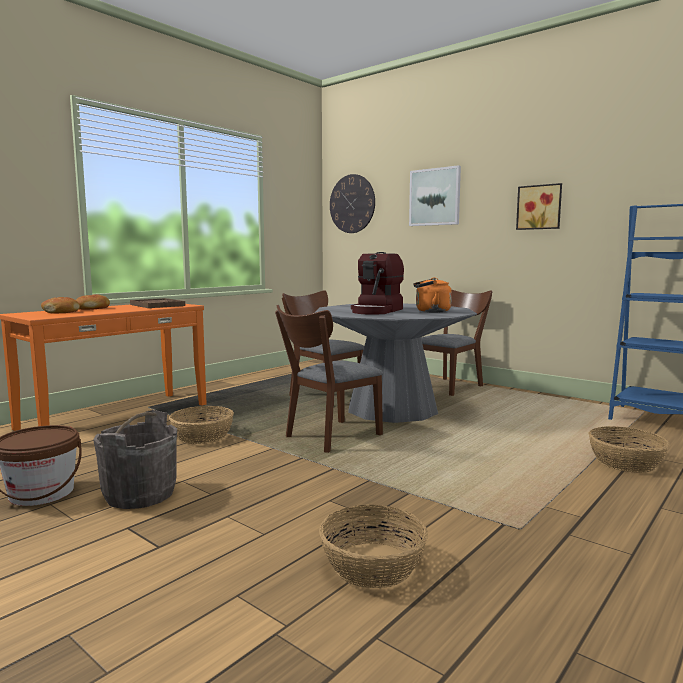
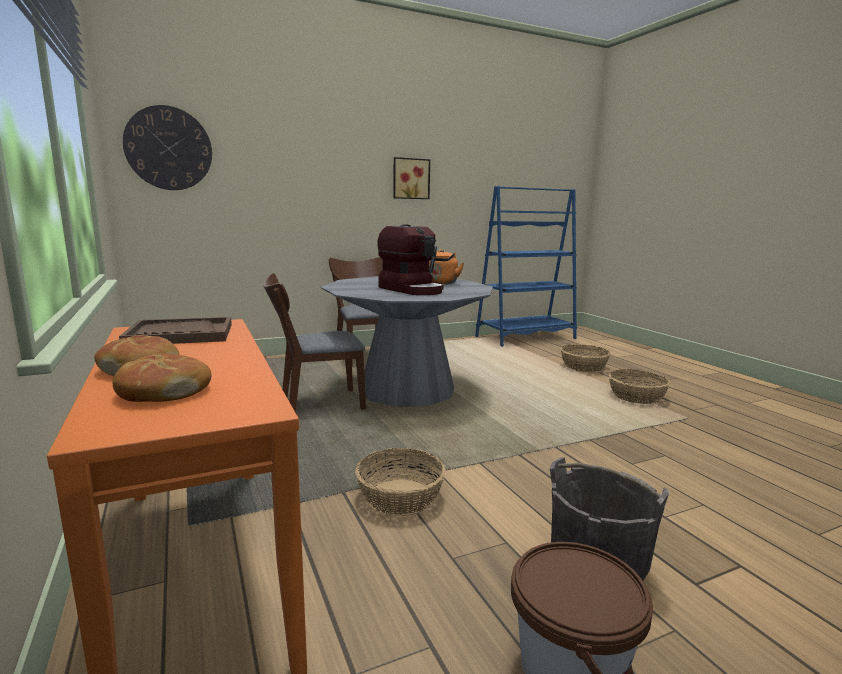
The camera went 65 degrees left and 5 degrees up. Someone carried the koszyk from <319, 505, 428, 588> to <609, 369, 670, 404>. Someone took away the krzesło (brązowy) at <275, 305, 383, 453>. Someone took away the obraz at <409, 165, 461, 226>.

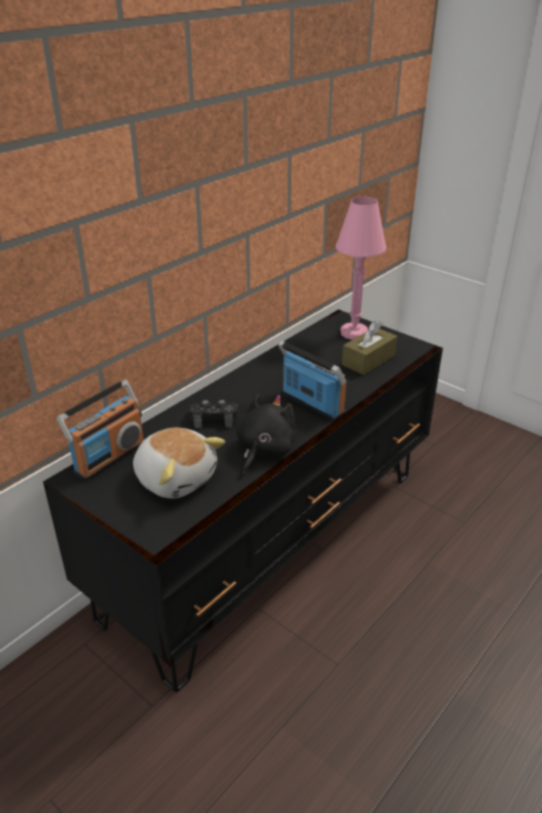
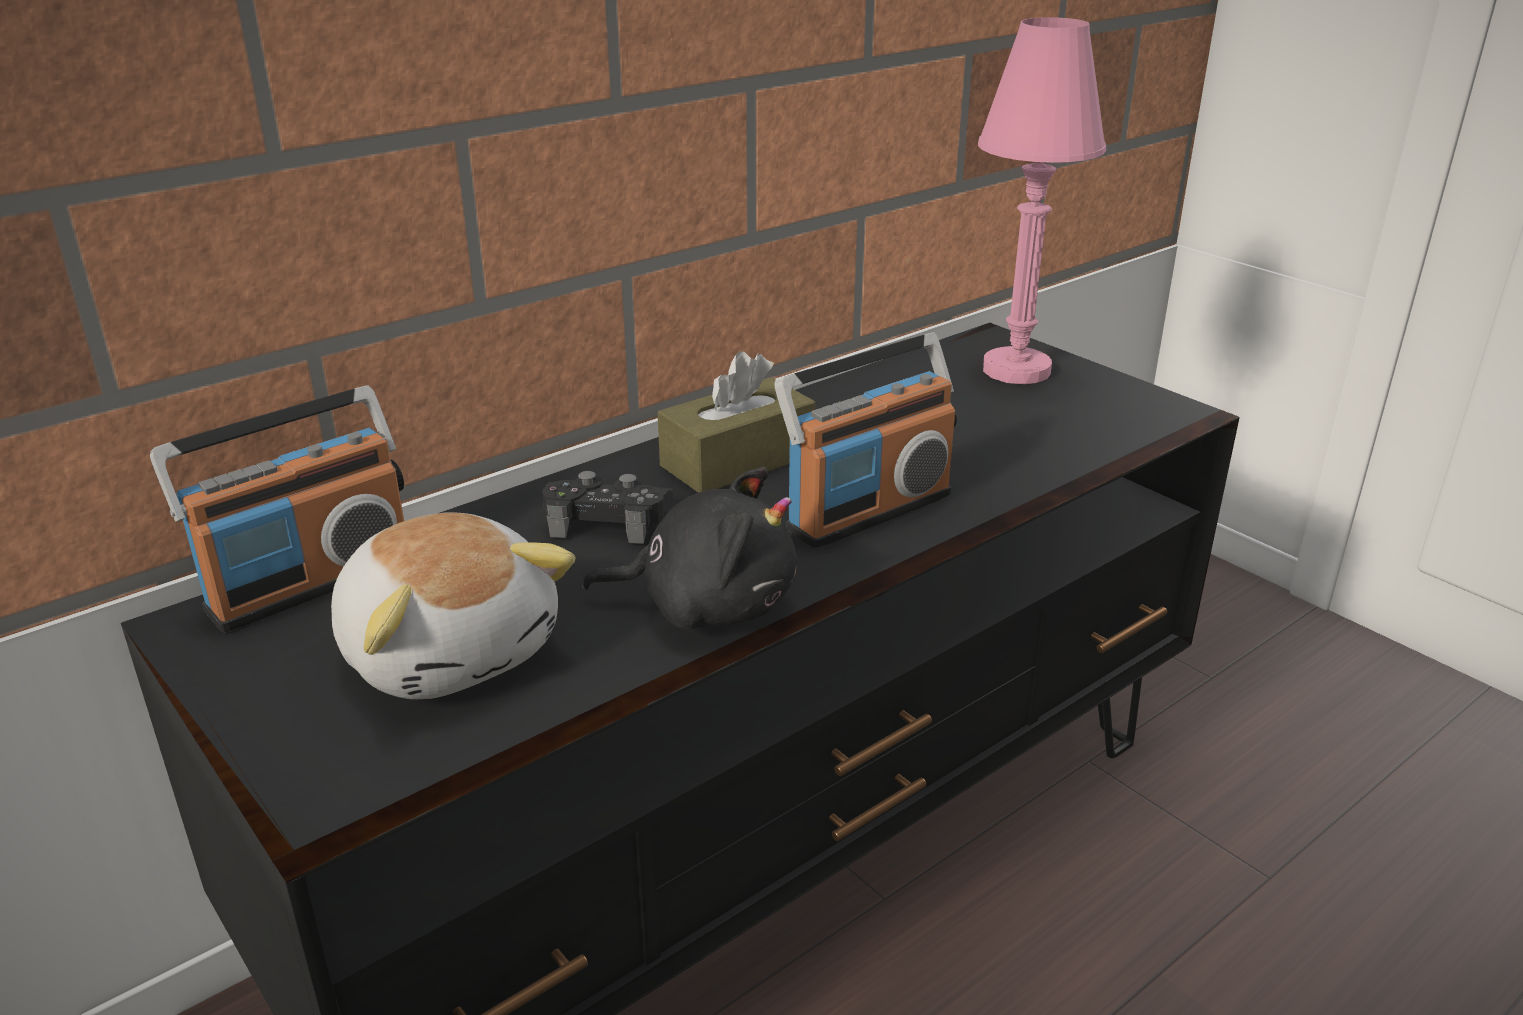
The camera went 10 degrees right and 5 degrees down. Someone rotated the pluszak (czarny) at <236, 394, 296, 473> by 60 degrees clockwise. Someone carried the pudełko chusteczek (brązowy) from <342, 321, 397, 375> to <658, 351, 815, 493>. Someone rotated the radio at <278, 340, 346, 421> by 90 degrees clockwise.

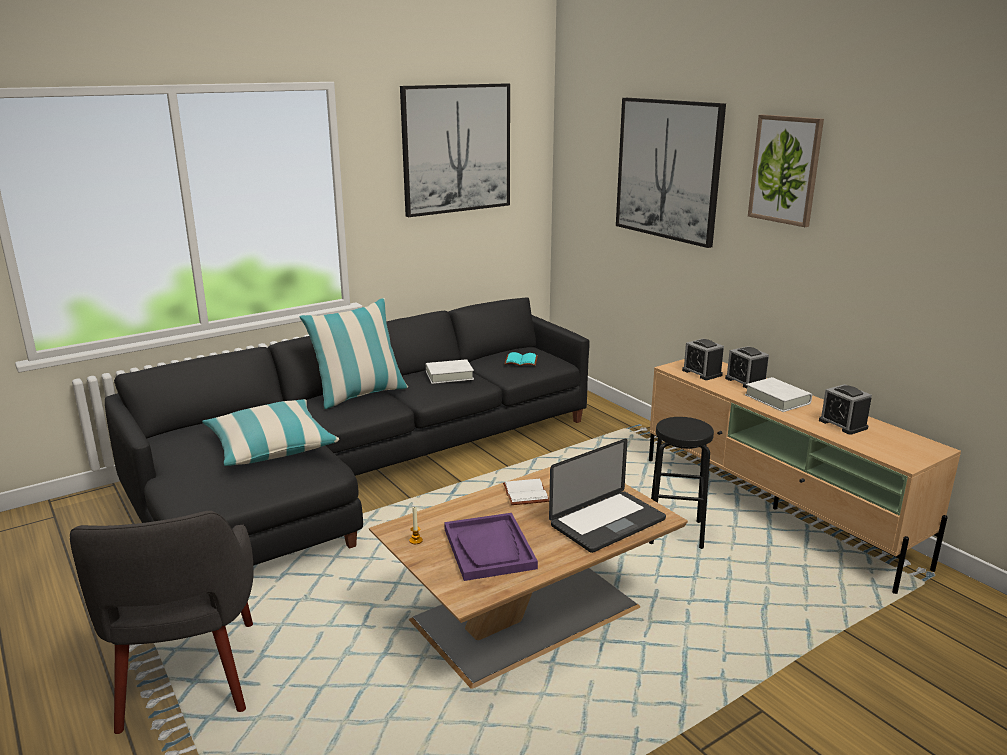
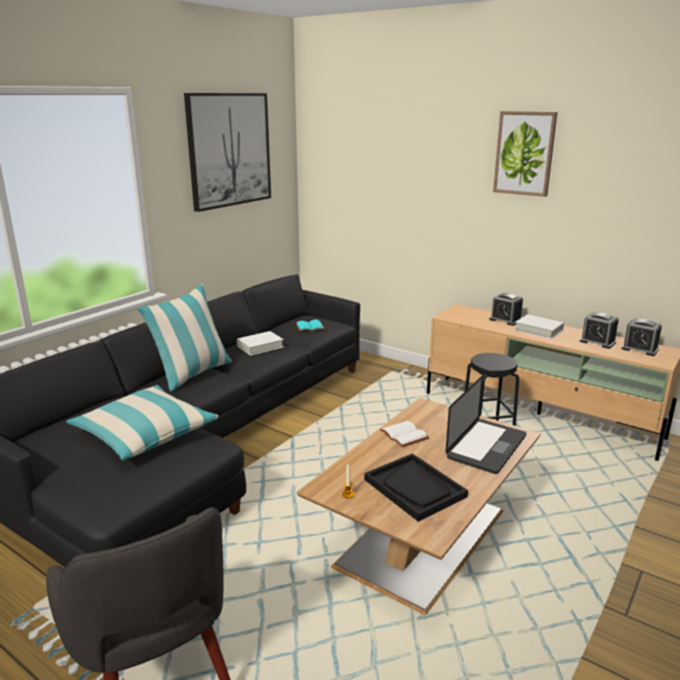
The camera went 20 degrees left and 0 degrees up. Someone repainted the taca (fioletowy) at <444, 513, 538, 581>, which became the taca (czarny) at <365, 453, 468, 522>. Someone carried the budzik from <682, 338, 724, 380> to <622, 318, 662, 356>. Someone took away the obraz at <616, 98, 726, 248>.

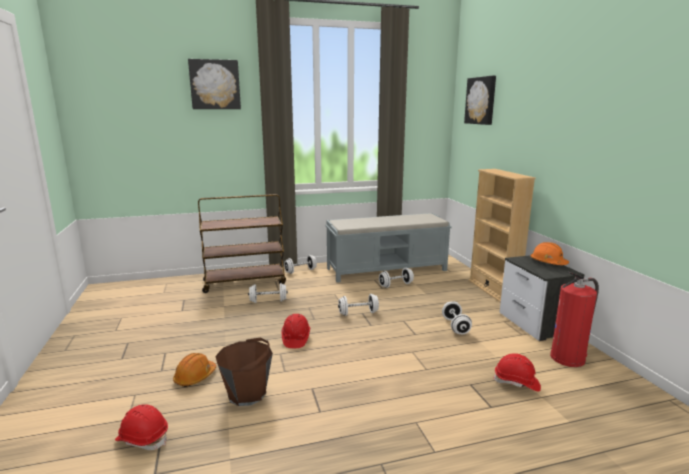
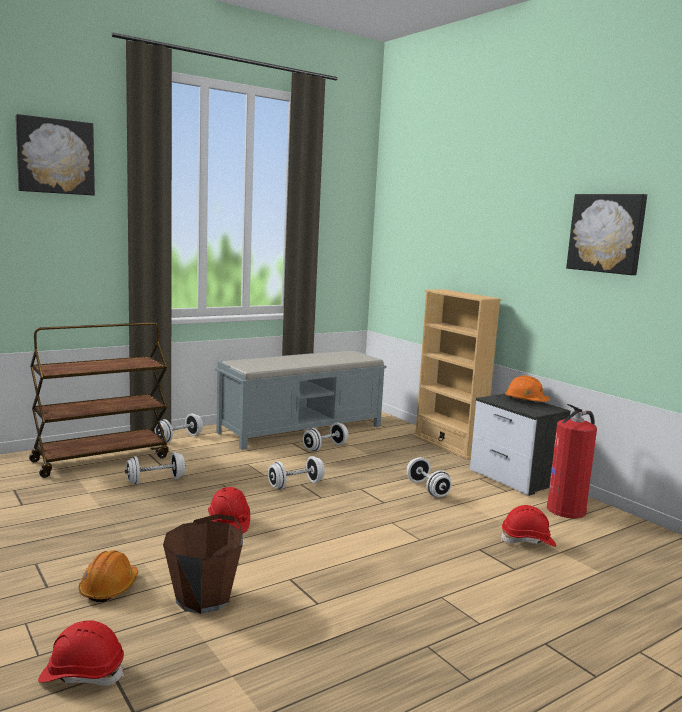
The camera went 20 degrees left and 5 degrees down. Someone carried the obraz from <464, 76, 496, 125> to <566, 194, 647, 275>.

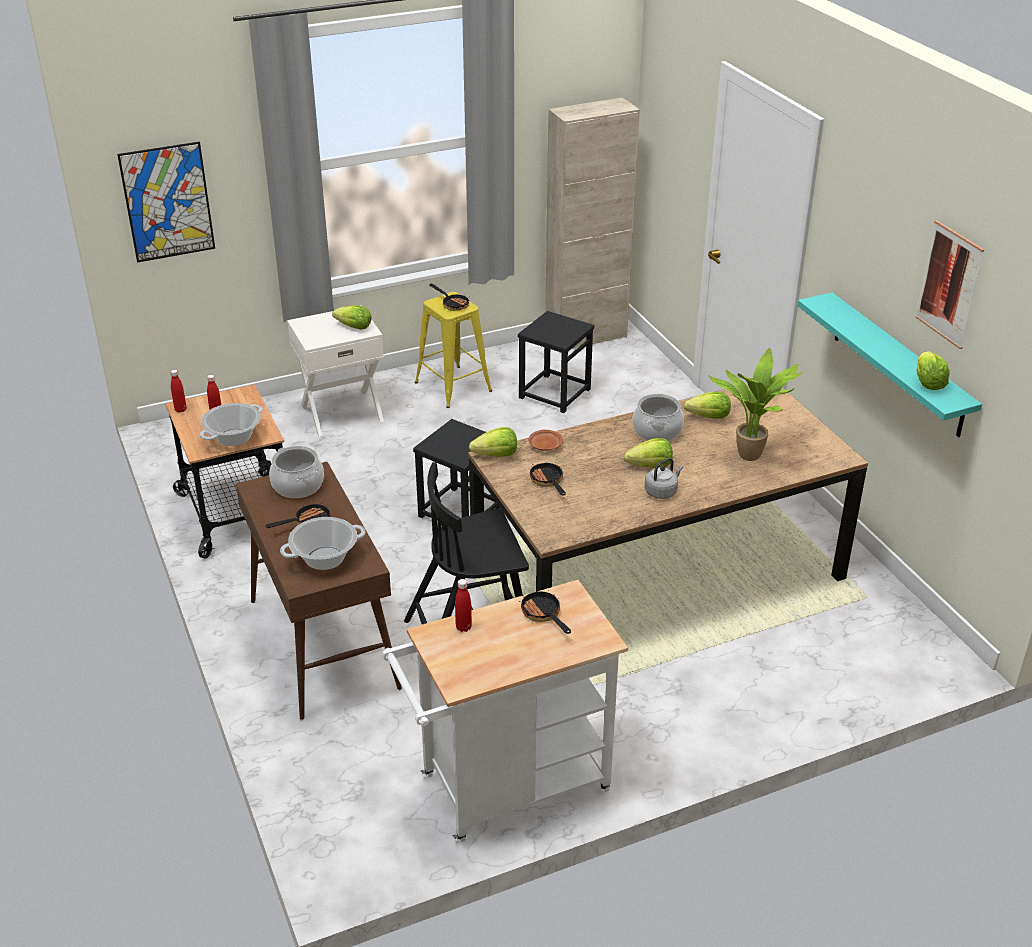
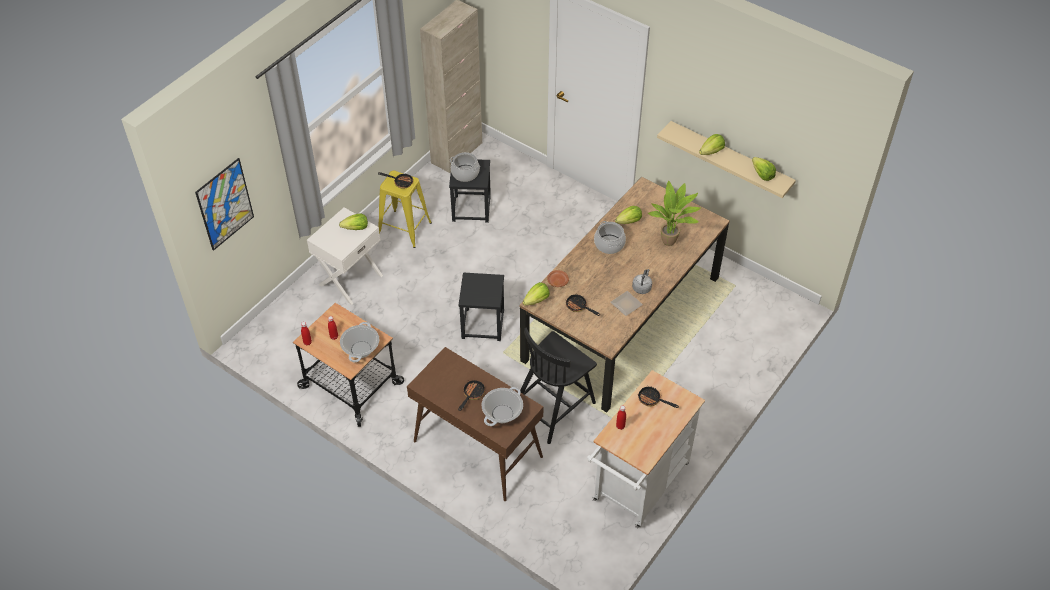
The camera went 30 degrees left and 15 degrees up. Someone carried the garnek from <269, 446, 324, 498> to <450, 152, 480, 182>. Someone put down the talerz at <610, 291, 643, 316>. Someone repainted the półka (turkusowy) at <797, 292, 982, 437>, which became the półka (beżowy) at <657, 121, 796, 198>. Someone carried the sałata from <624, 438, 673, 468> to <699, 134, 725, 155>. Someone took away the obraz at <916, 220, 984, 349>.

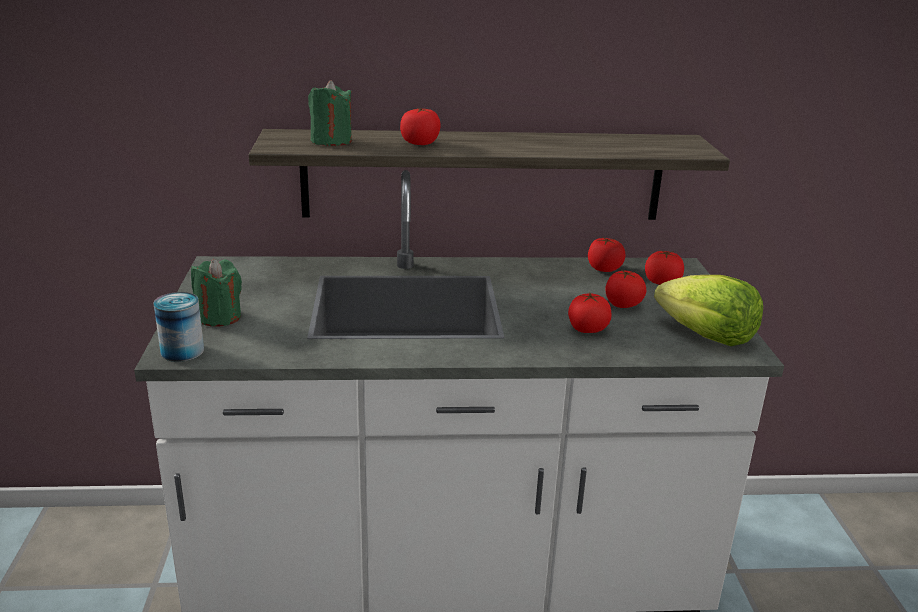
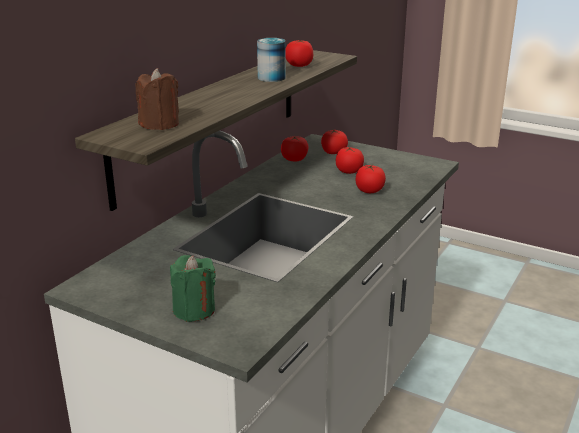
The camera went 55 degrees left and 0 degrees up. Someone repainted the świeca (zielony) at <308, 80, 352, 146>, which became the świeca (brązowy) at <135, 68, 179, 130>. Someone carried the puszka from <154, 292, 204, 362> to <257, 38, 286, 82>. Someone carried the pomidor from <400, 108, 441, 145> to <285, 40, 313, 67>. Someone took away the sałata at <654, 275, 763, 346>.

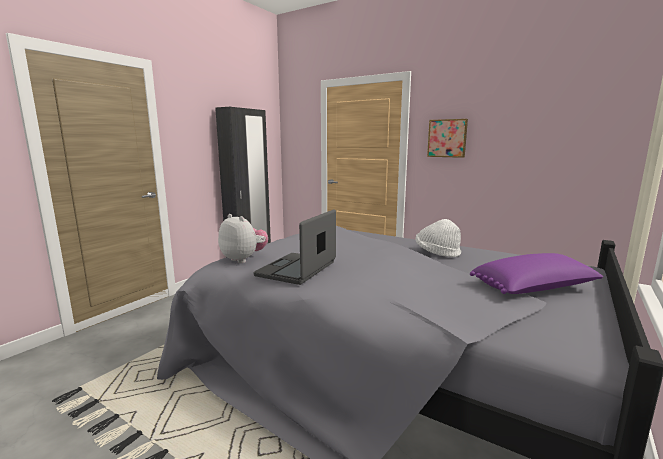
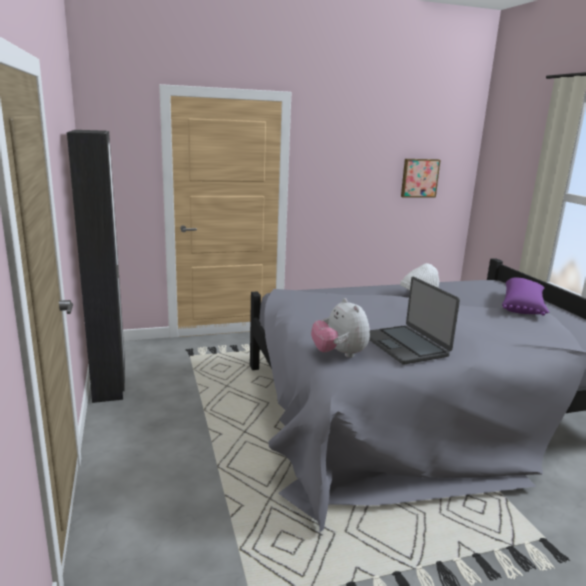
The camera went 50 degrees left and 5 degrees up. Someone rotated the pluszak at <218, 214, 268, 263> by 105 degrees counterclockwise. Someone carried the obraz from <427, 119, 468, 158> to <401, 159, 441, 198>.

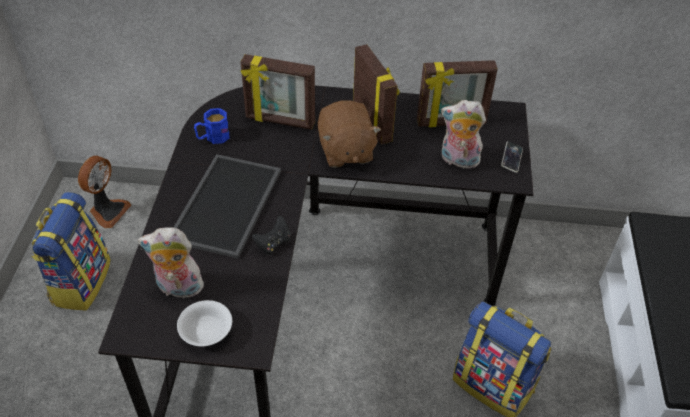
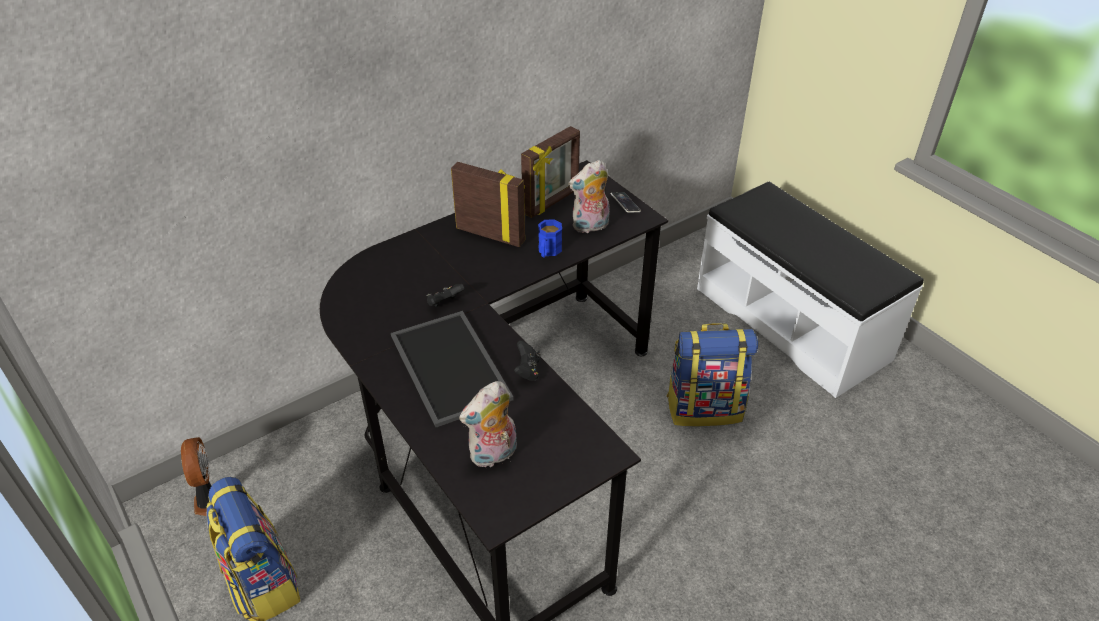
The camera went 40 degrees left and 5 degrees down. Someone put down the pad do gier (czarny) at <427, 284, 465, 307>. Someone carried the kubek (niebieski) from <194, 108, 229, 144> to <538, 219, 562, 258>. Someone took away the miska (biały) at <177, 300, 232, 346>. Someone took away the ramka na zdjęcie at <241, 54, 315, 130>. Someone took away the pluszak (brązowy) at <318, 100, 382, 168>.

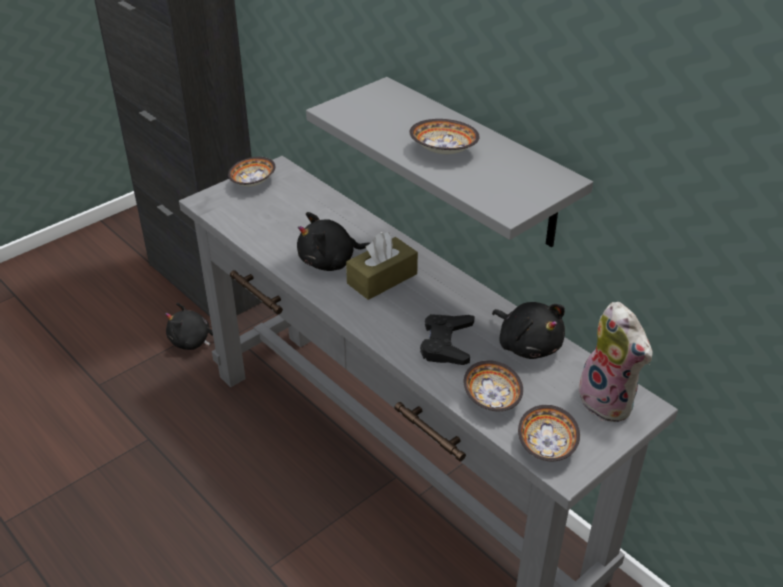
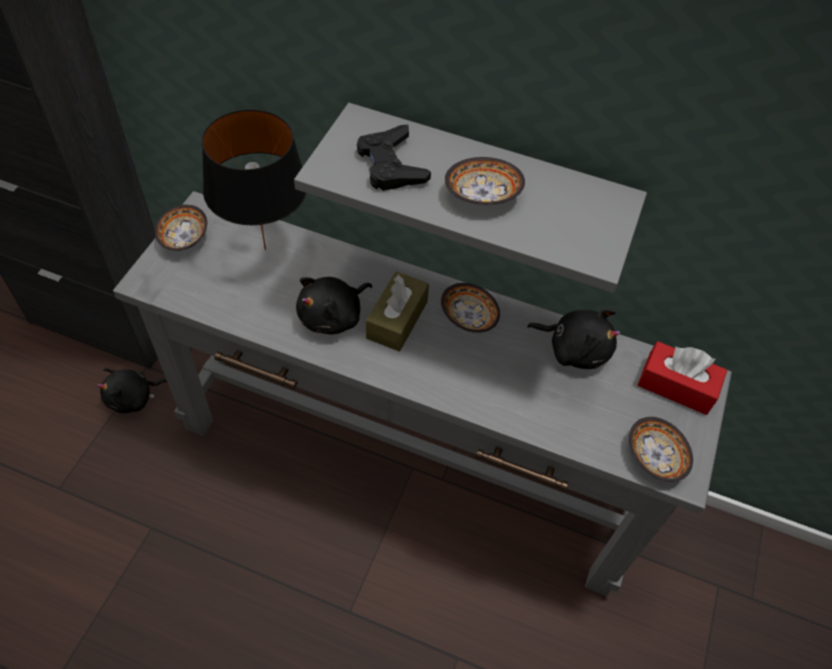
The camera went 30 degrees left and 15 degrees up. Someone put down the lampa stołowa (czarny) at <202, 109, 307, 250>. Someone carried the pad do gier (czarny) from <420, 314, 475, 365> to <357, 125, 431, 191>. Someone carried the miska from <464, 360, 523, 411> to <441, 283, 500, 333>. Someone swapped the pluszak at <579, 302, 653, 422> for the pudełko chusteczek (czerwony) at <638, 341, 727, 415>.

